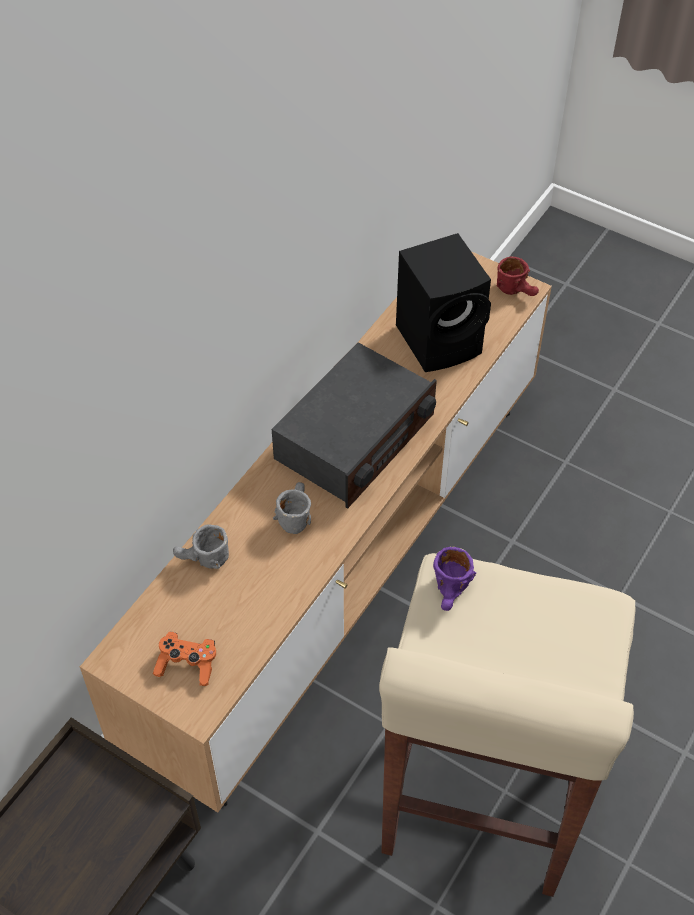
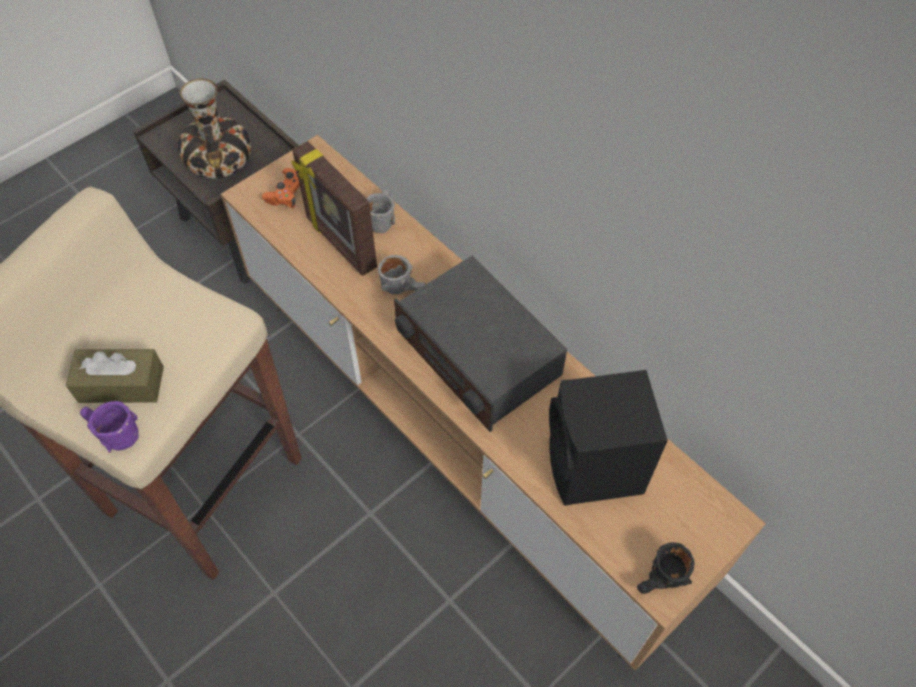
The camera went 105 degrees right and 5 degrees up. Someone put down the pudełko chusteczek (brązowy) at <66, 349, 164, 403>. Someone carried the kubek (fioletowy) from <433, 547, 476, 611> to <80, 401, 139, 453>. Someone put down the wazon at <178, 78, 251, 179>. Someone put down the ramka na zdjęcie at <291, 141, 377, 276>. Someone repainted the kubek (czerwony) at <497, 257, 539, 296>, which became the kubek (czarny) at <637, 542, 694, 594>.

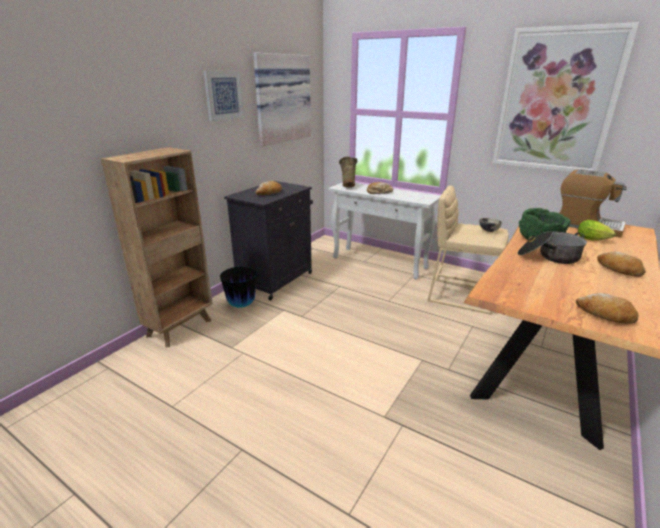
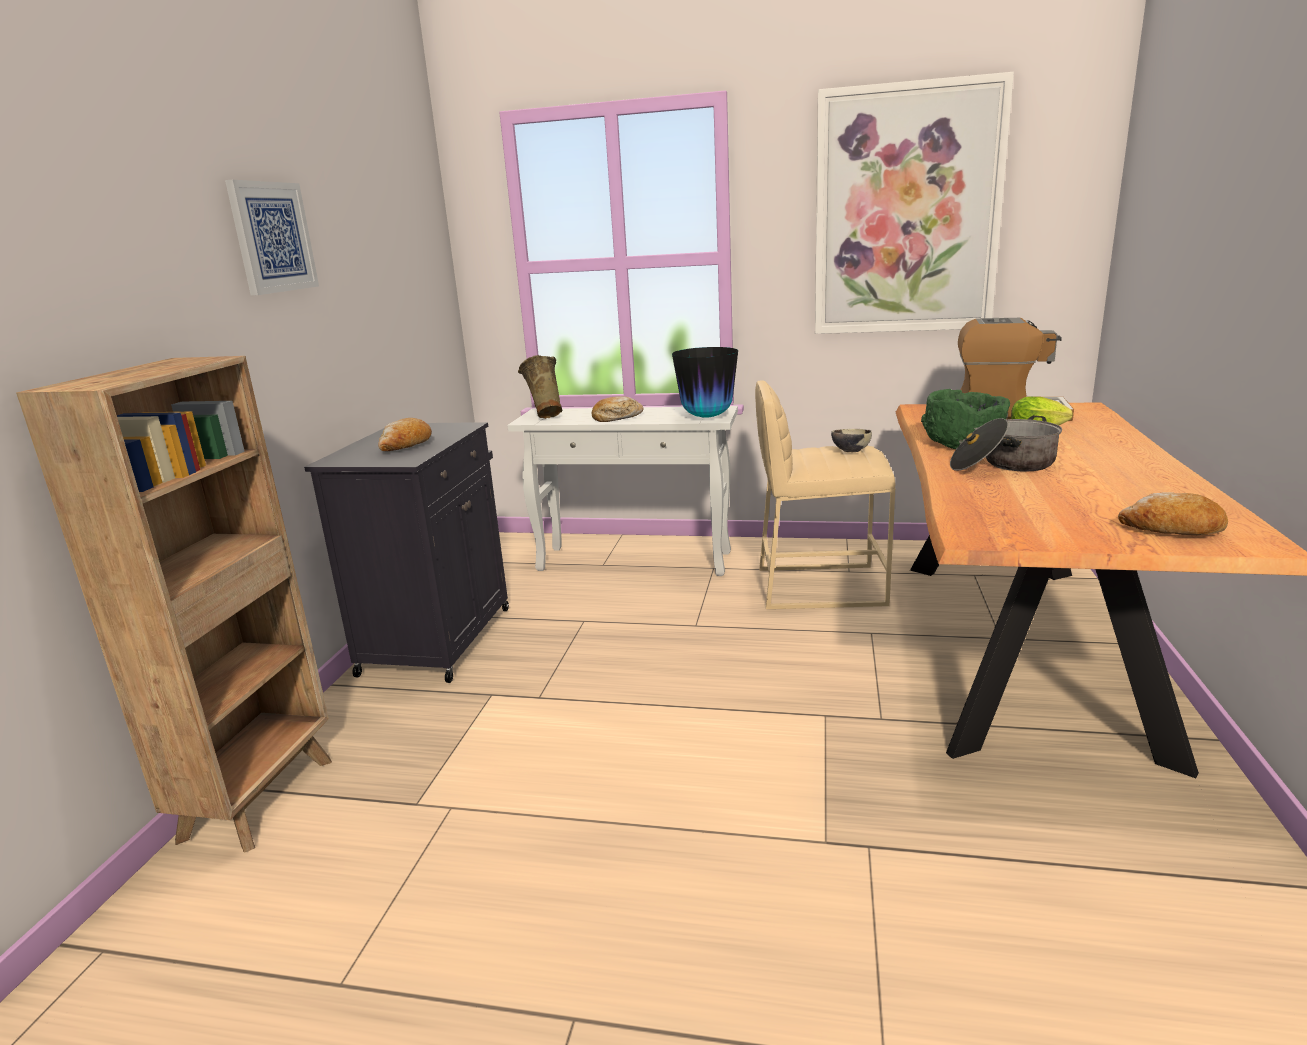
The camera went 20 degrees left and 5 degrees down. Someone carried the wazon from <220, 267, 257, 308> to <672, 347, 738, 418>. Someone took away the obraz at <253, 52, 311, 146>. Someone took away the chleb at <597, 252, 646, 277>.

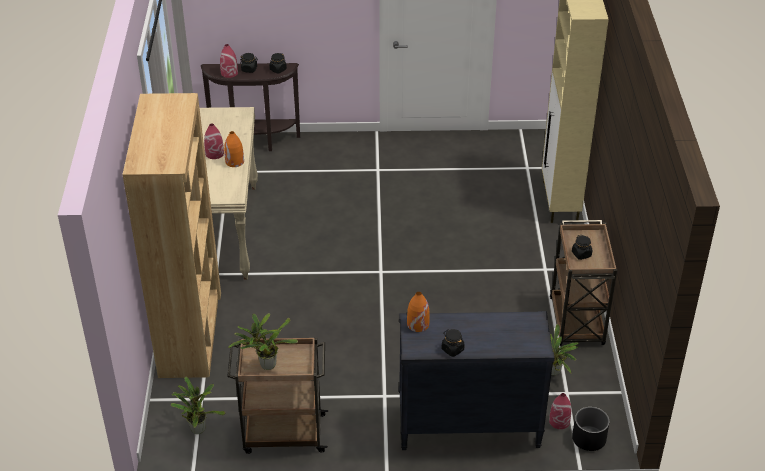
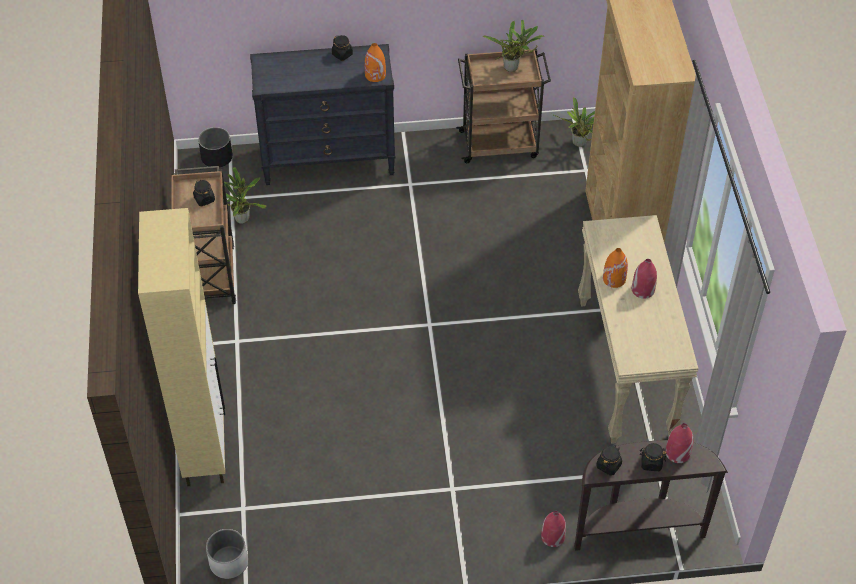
The camera went 175 degrees right and 10 degrees up. Someone put down the donica (biały) at <206, 529, 248, 579>. Someone carried the wazon (czerwony) from <549, 393, 571, 429> to <541, 511, 566, 547>.

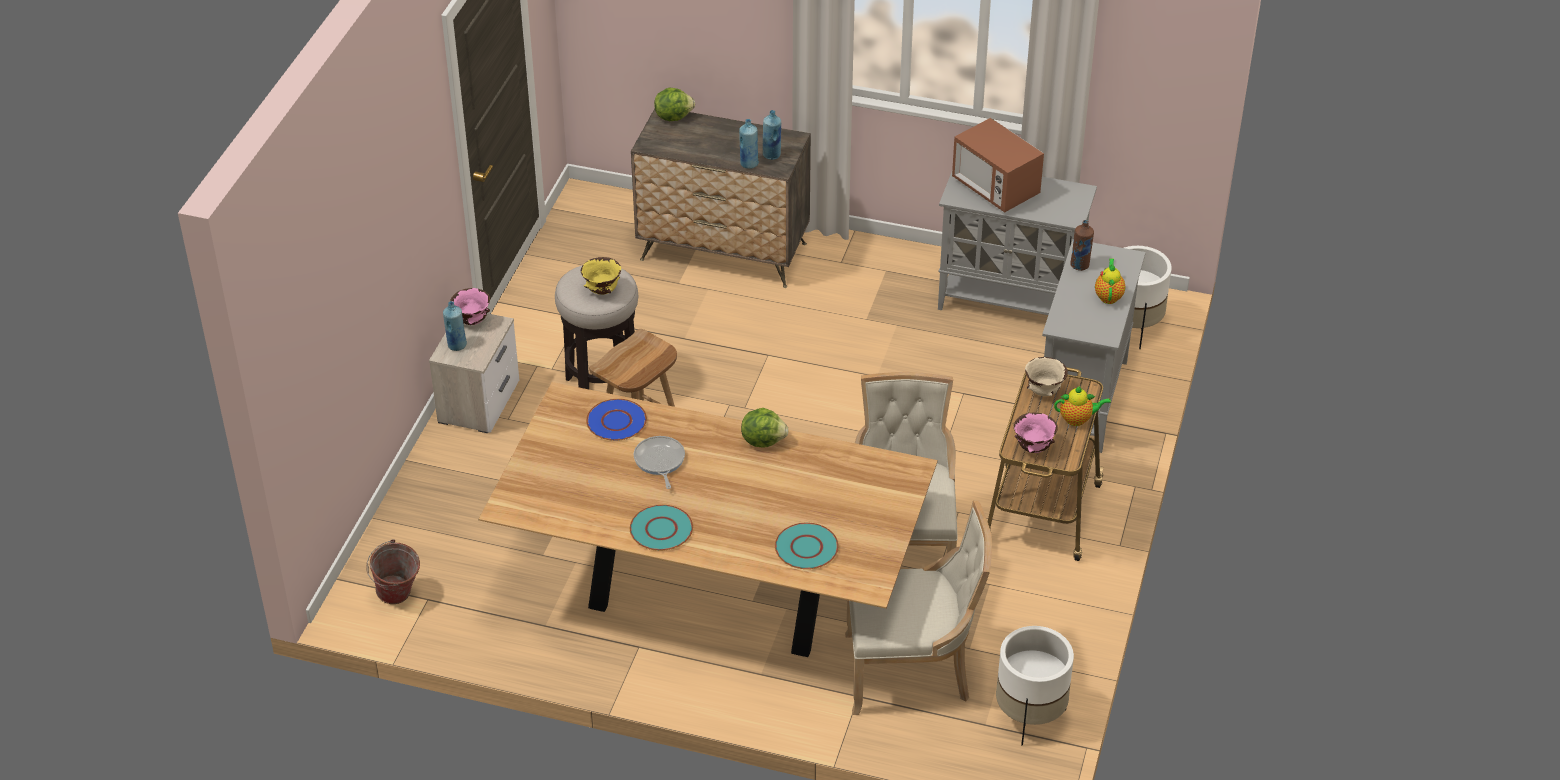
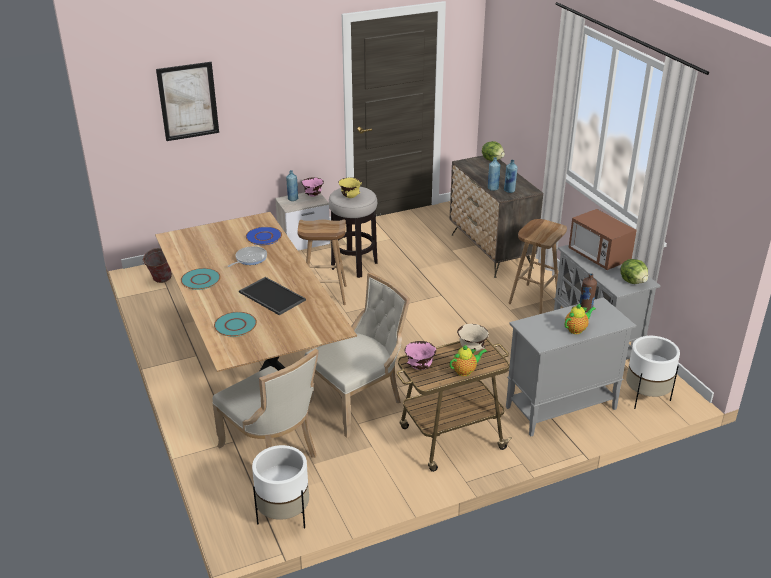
The camera went 50 degrees right and 10 degrees down. Someone put up the obraz at <156, 62, 219, 141>. Someone put down the taca at <239, 277, 306, 315>. Someone rotated the imbryk at <1054, 386, 1111, 426> by 75 degrees counterclockwise. Someone put down the stołek (brązowy) at <509, 219, 567, 314>. Someone rotated the mikrofalówka at <952, 118, 1044, 213> by 45 degrees counterclockwise. Someone carried the sałata from <741, 408, 789, 448> to <621, 259, 648, 284>.

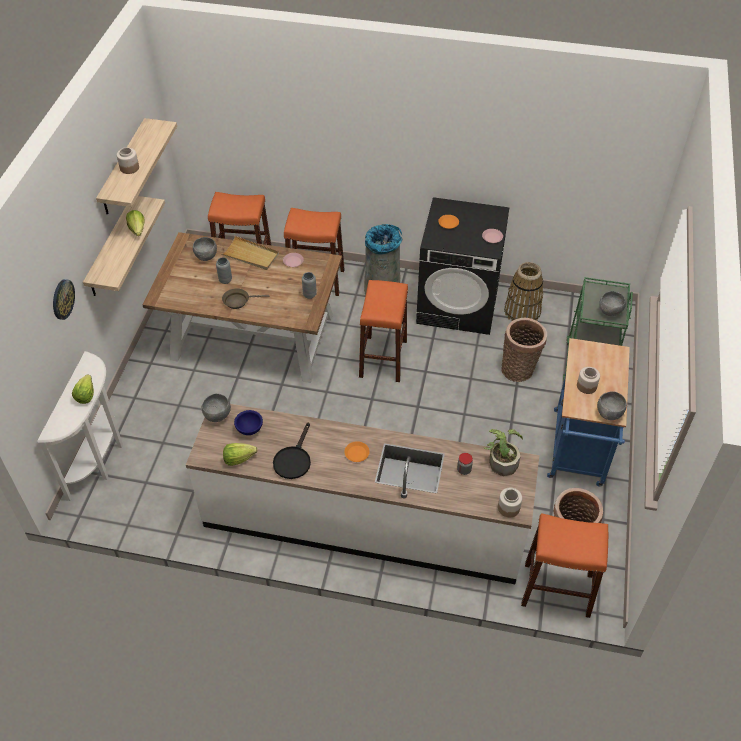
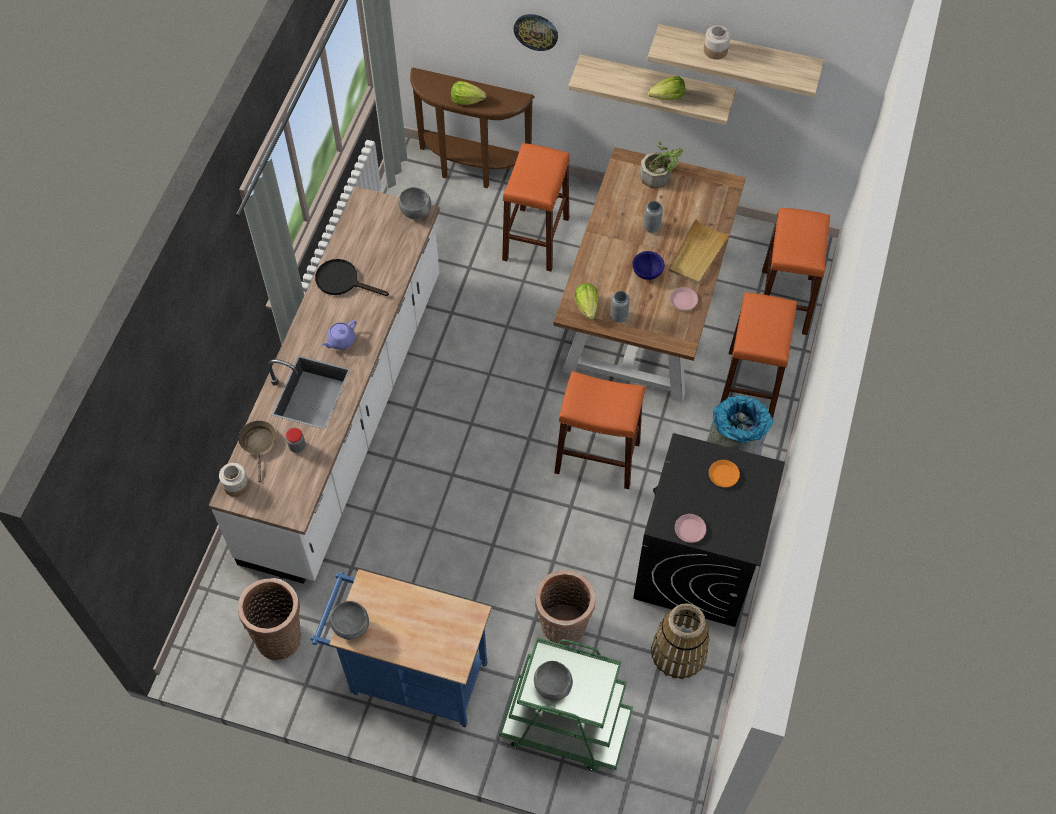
The camera went 95 degrees right and 10 degrees up. Someone carried the patelnia (brązowy) from <222, 288, 269, 309> to <238, 421, 276, 482>. Someone swapped the talerz (pomarańczowy) at <344, 441, 370, 462> for the imbryk (fioletowy) at <322, 320, 356, 350>. Someone repainted the stolik konsolowy (biały) at <37, 351, 123, 501>, which became the stolik konsolowy (brązowy) at <410, 68, 535, 188>. Someone carried the stołek (pomarańczowy) from <521, 513, 608, 618> to <502, 143, 570, 271>. Someone carried the sałata from <223, 443, 258, 466> to <574, 283, 598, 320>. Someone carried the miska (niebieski) from <234, 410, 263, 435> to <632, 251, 664, 280>. Someone carried the roślina doniczkowa from <484, 429, 523, 476> to <640, 141, 683, 189>. Someone took away the miska (szary) at <193, 237, 217, 261>. Someone took away the słoik at <577, 367, 600, 394>.

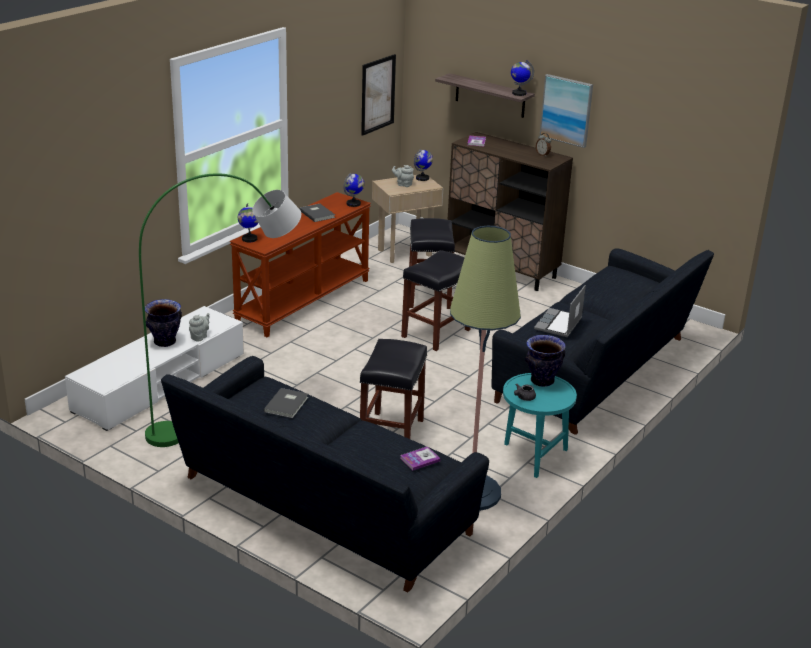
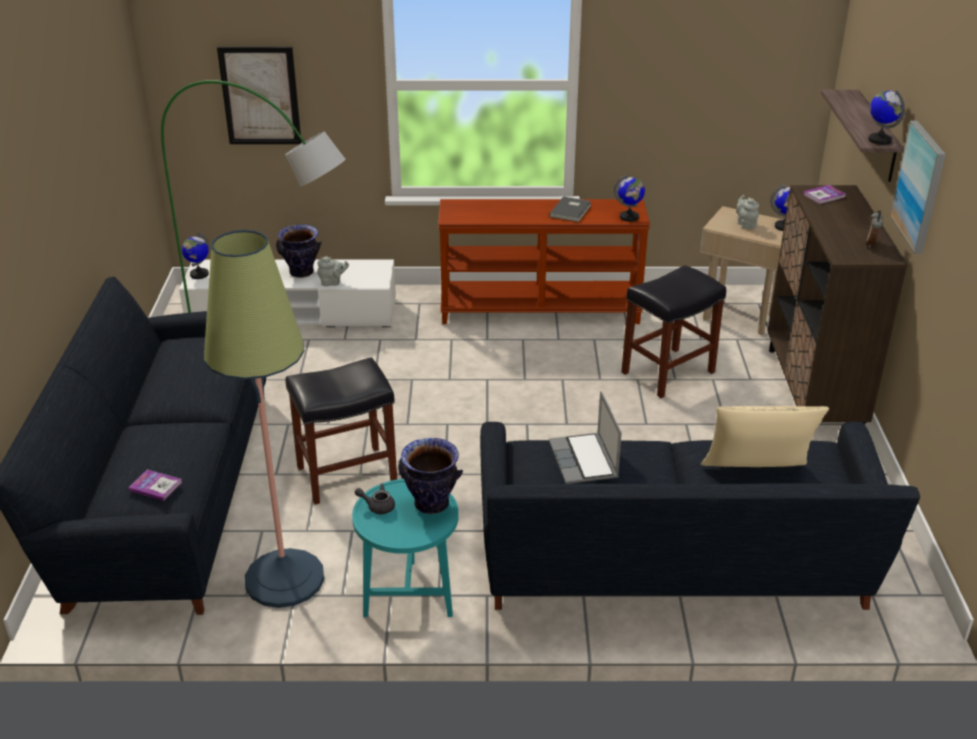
The camera went 55 degrees right and 5 degrees up. Someone carried the globus from <238, 203, 258, 242> to <182, 233, 209, 279>. Someone carried the obraz from <361, 54, 396, 136> to <217, 47, 302, 144>. Someone rotated the laptop at <534, 285, 586, 337> by 90 degrees counterclockwise. Someone put down the poduszka (beżowy) at <701, 406, 829, 467>. Someone took away the książka (szary) at <264, 388, 309, 418>. Someone took away the stołek (czarny) at <401, 250, 471, 351>.

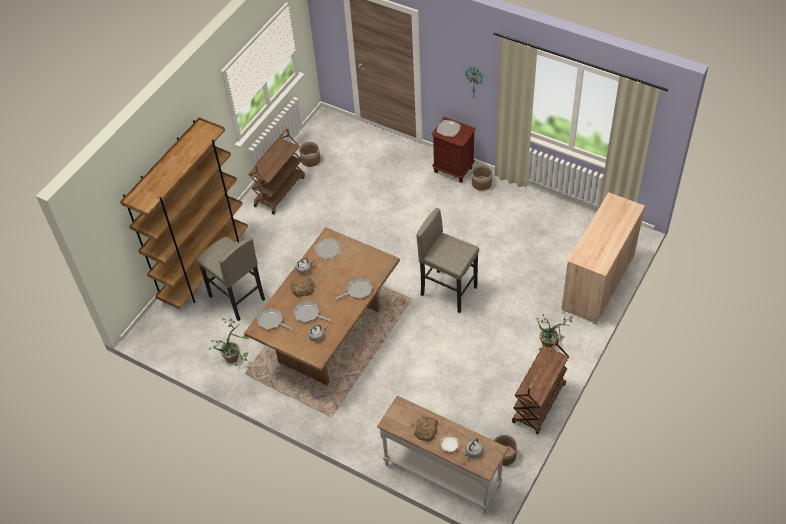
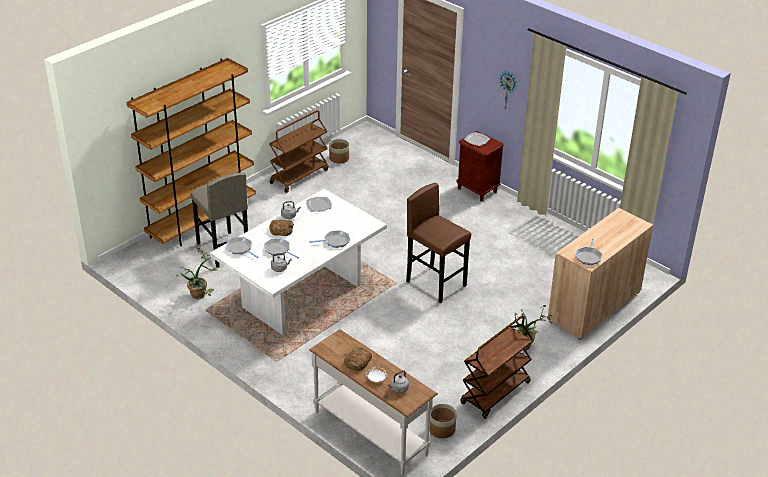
The camera went 10 degrees right and 15 degrees down. Someone repainted the stół jadalny (brązowy) at <244, 227, 400, 385>, which became the stół jadalny (biały) at <210, 189, 387, 335>. Someone repainted the stołek (szary) at <416, 208, 479, 313>, which became the stołek (brązowy) at <406, 183, 471, 303>. Someone put down the patelnia at <576, 238, 602, 265>. Someone took away the donica at <472, 164, 492, 191>.

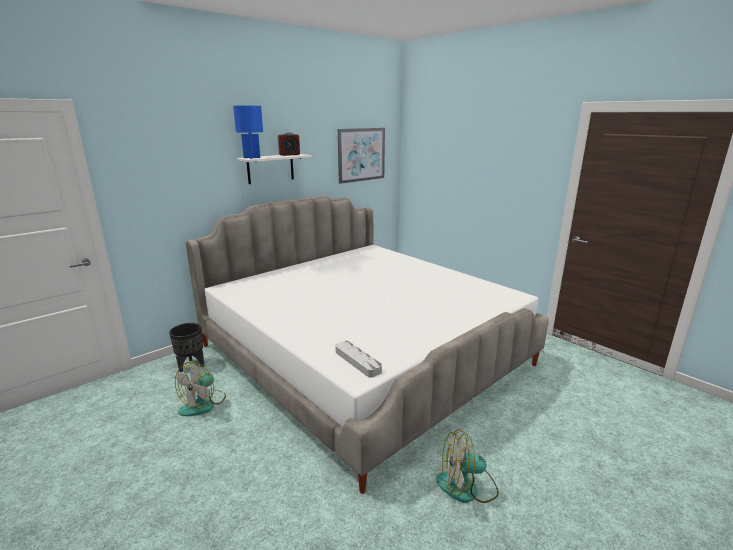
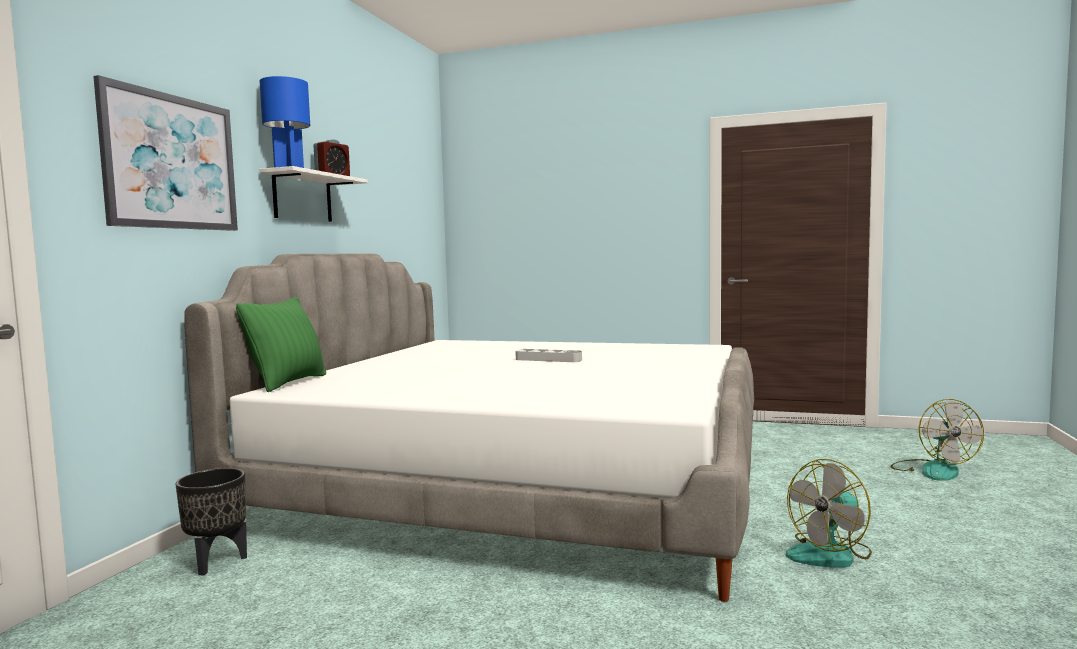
The camera went 30 degrees left and 15 degrees down. Someone carried the obraz from <338, 128, 385, 184> to <93, 75, 238, 231>. Someone put down the poduszka (zielony) at <236, 297, 326, 392>. Someone carried the taca (szary) from <335, 341, 382, 378> to <515, 349, 582, 362>. Someone carried the wentylator from <175, 362, 226, 416> to <890, 399, 984, 481>.

